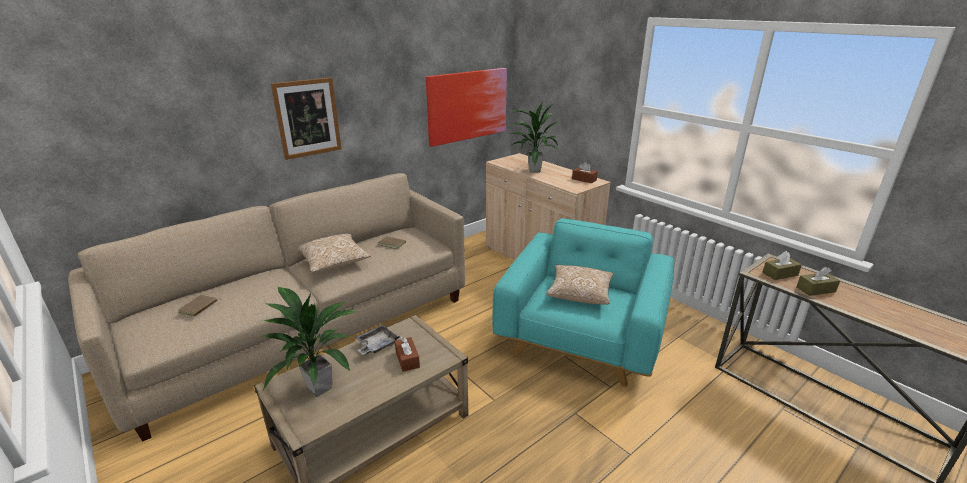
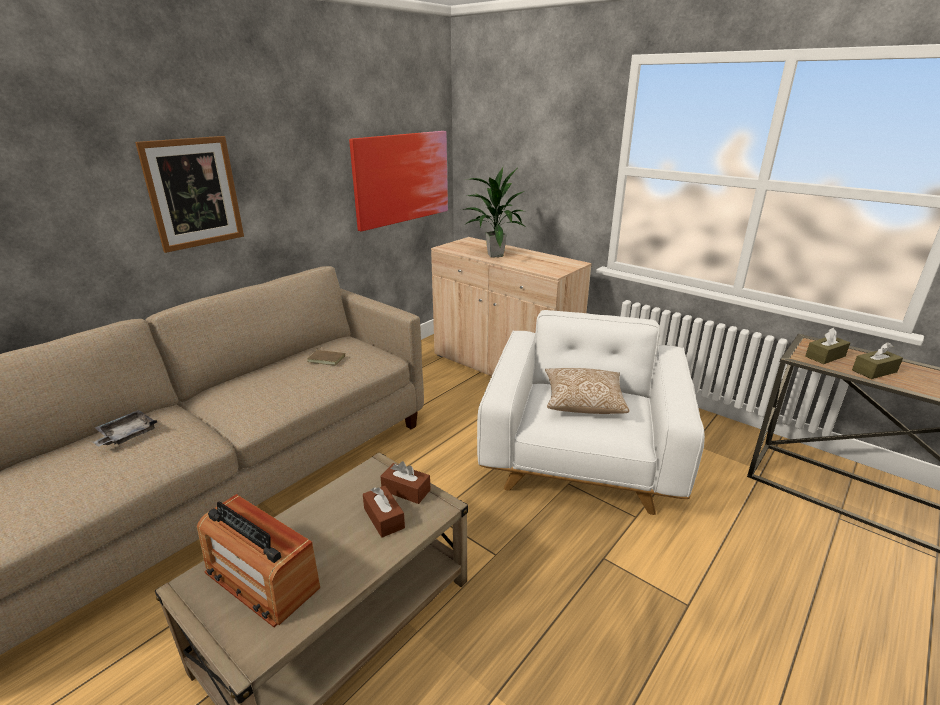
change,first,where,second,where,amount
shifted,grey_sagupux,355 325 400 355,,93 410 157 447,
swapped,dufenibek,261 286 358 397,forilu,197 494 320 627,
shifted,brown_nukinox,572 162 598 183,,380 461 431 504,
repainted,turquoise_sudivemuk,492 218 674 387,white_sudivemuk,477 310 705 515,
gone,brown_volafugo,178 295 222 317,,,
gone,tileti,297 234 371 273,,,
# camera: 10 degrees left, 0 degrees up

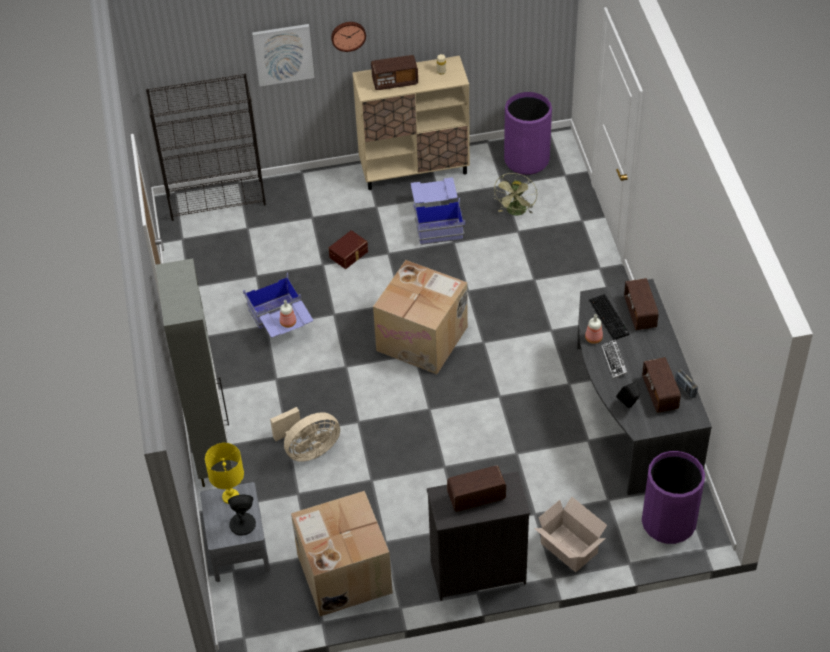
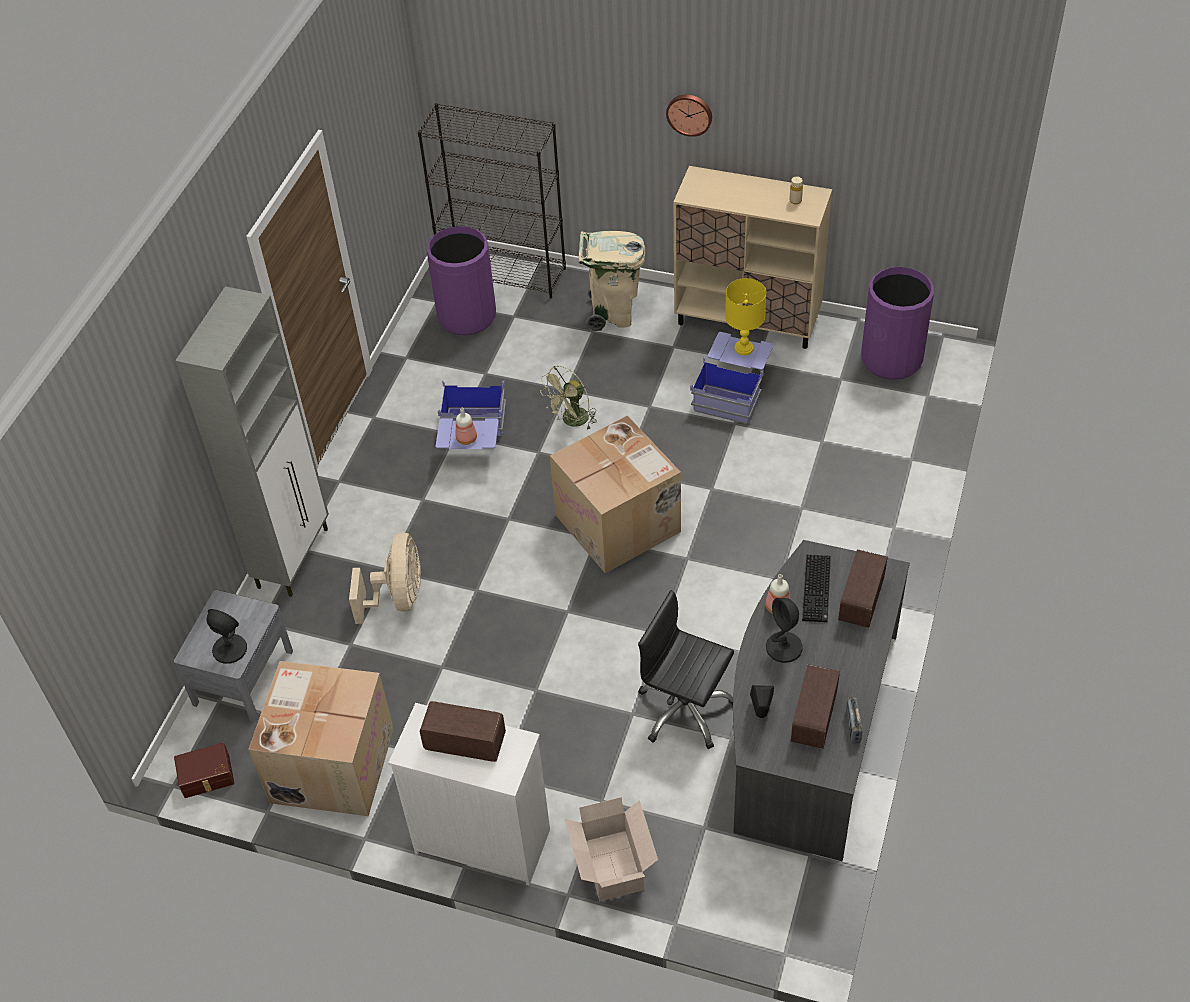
change,first,where,second,where,amount
shifted,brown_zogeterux,329 230 368 269,,174 743 235 798,
rotated,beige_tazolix,270 407 340 462,,349 533 421 624,90 degrees counterclockwise
repainted,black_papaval,427 471 530 601,white_papaval,388 703 550 885,
shifted,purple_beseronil,642 451 705 544,,427 226 496 336,
shifted,green_tazolix,493 173 537 215,,540 366 597 429,
new,,,beige_beseronil,579 231 645 331,
new,,,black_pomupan,638 590 734 749,
shifted,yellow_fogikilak,205 443 244 504,,725 278 766 355,
swapped,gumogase,601 340 628 379,black_fogikilak,766 598 803 663,
gone,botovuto,252 24 315 86,,,
gone,forilu,371 55 418 90,,,
# camera: 30 degrees right, 0 degrees up

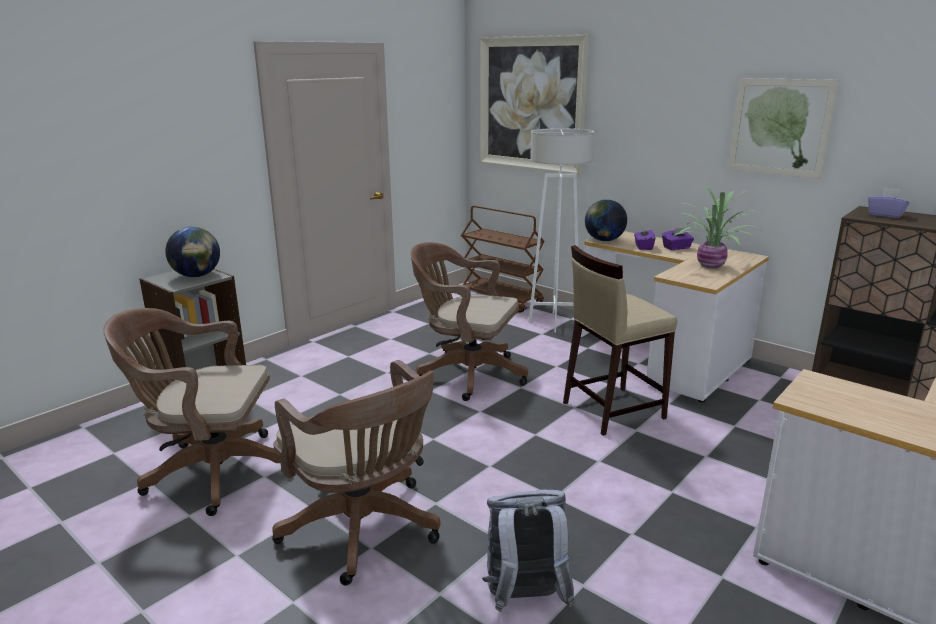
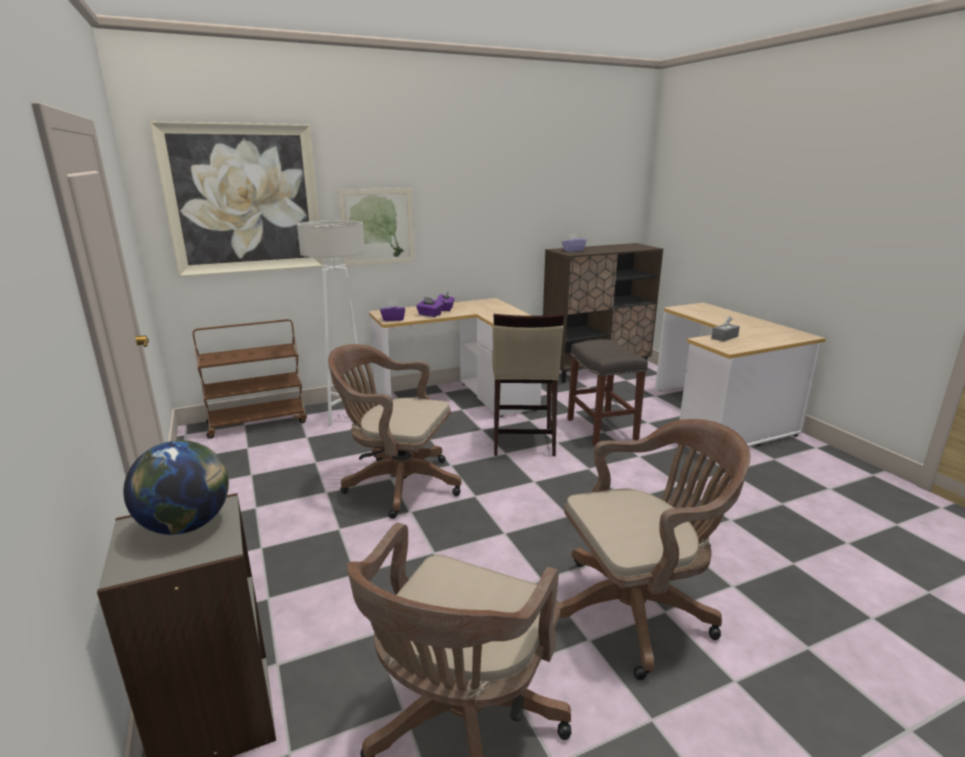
change,first,where,second,where,amount
rotated,brown_pomupan,411 242 528 401,,328 344 462 519,60 degrees clockwise
shifted,botovuto,728 78 839 179,,338 188 415 267,
swapped,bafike,585 199 627 241,purple_nukinox,380 300 405 321,
new,,,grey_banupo,567 339 648 446,
new,,,grey_nukinox,711 316 740 342,
gone,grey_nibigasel,482 490 576 612,,,
gone,dufenibek,674 186 758 268,,,
# camera: 65 degrees left, 0 degrees up

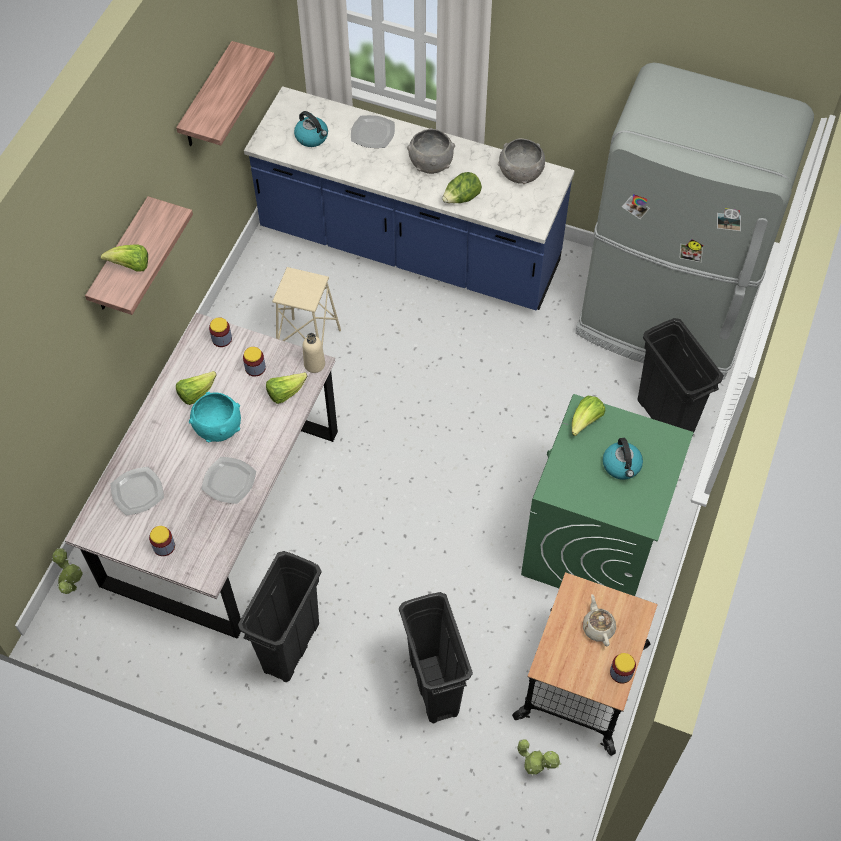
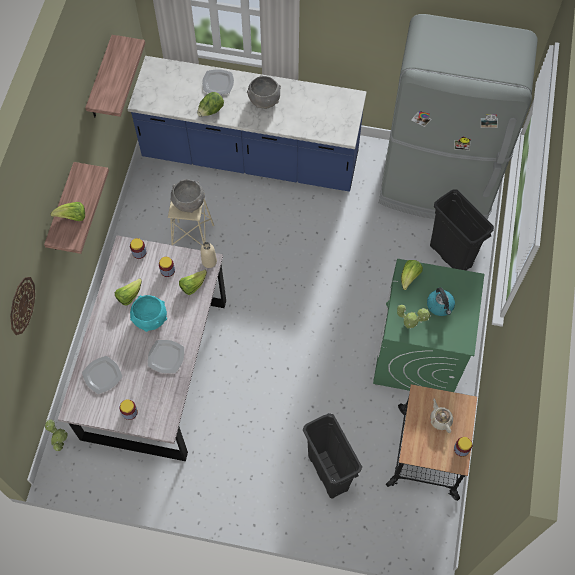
change,first,where,second,where,amount
new,,,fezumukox,10 277 35 335,
shifted,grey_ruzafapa,498 138 545 184,,170 180 205 213,
shifted,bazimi,442 172 482 203,,197 92 224 116,
shifted,dufenibek,518 740 561 775,,397 305 431 329,
gone,black_beseronil,238 551 322 682,,,
gone,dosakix,294 111 328 147,,,
# camera: 10 degrees left, 5 degrees up

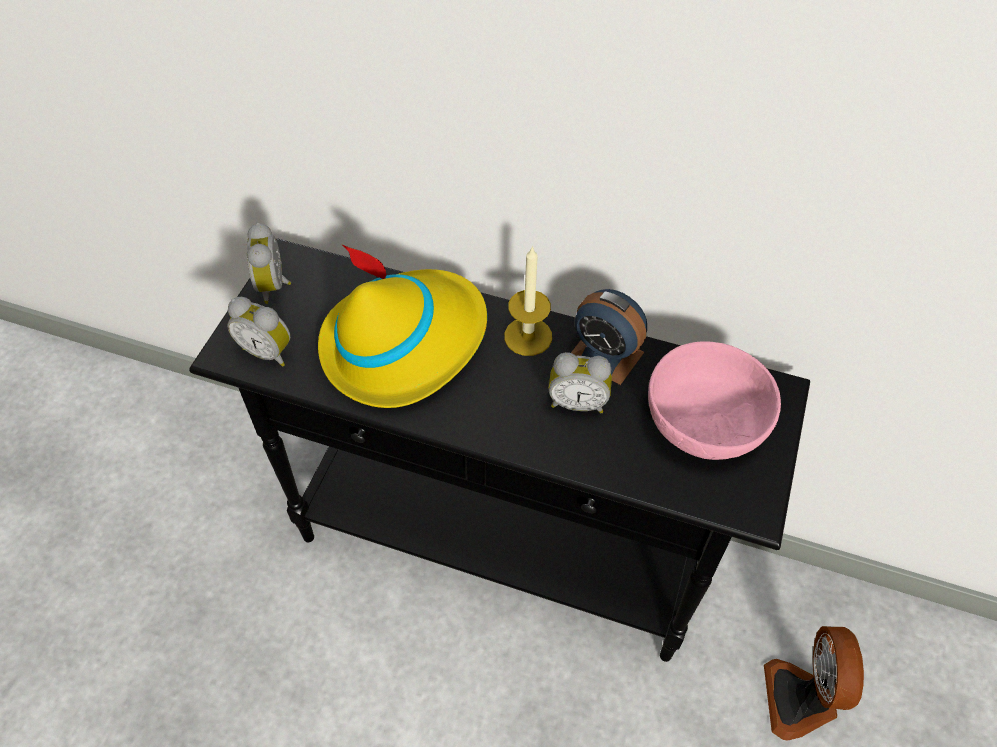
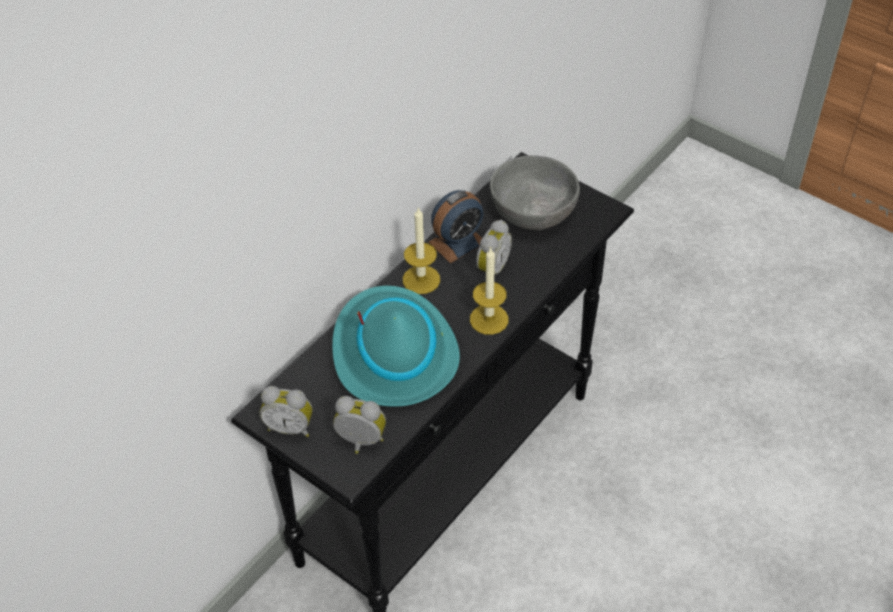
change,first,where,second,where,amount
repainted,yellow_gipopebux,318 244 487 408,turquoise_gipopebux,332 286 460 407,
rotated,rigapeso,228 297 290 366,,333 396 386 454,120 degrees counterclockwise
new,,,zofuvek,470 247 509 335,
repainted,pink_ruzafapa,648 341 781 460,grey_ruzafapa,490 155 580 230,
gone,tazolix,764 626 864 741,,,
# camera: 70 degrees left, 5 degrees down

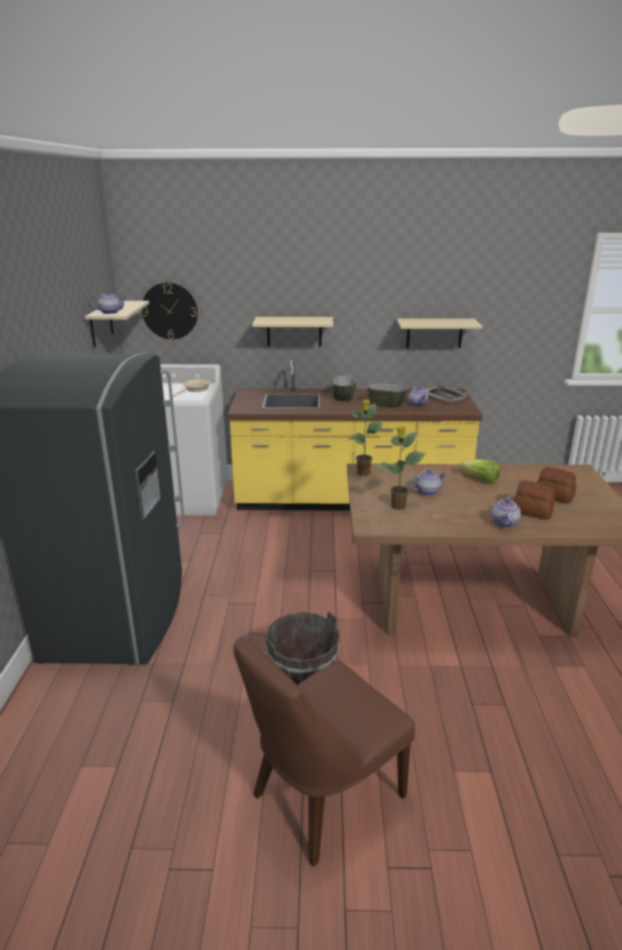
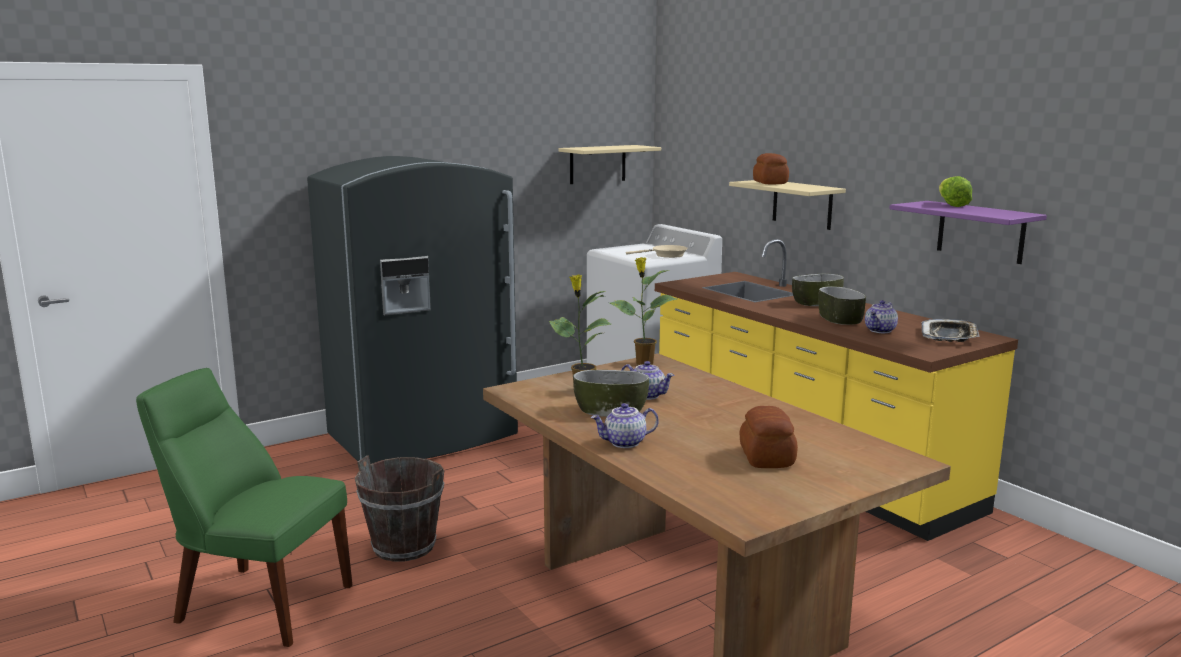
change,first,where,second,where,amount
repainted,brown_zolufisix,234 637 415 867,green_zolufisix,136 368 352 647,
new,,,ruzafapa,573 370 649 417,
shifted,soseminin,513 481 555 520,,753 153 789 184,
repainted,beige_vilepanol,397 318 483 348,purple_vilepanol,889 201 1047 264,
shifted,bazimi,460 459 500 483,,939 176 972 207,
gone,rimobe,90 291 126 314,,,
gone,fezumukox,141 282 198 339,,,
# camera: 55 degrees right, 10 degrees down

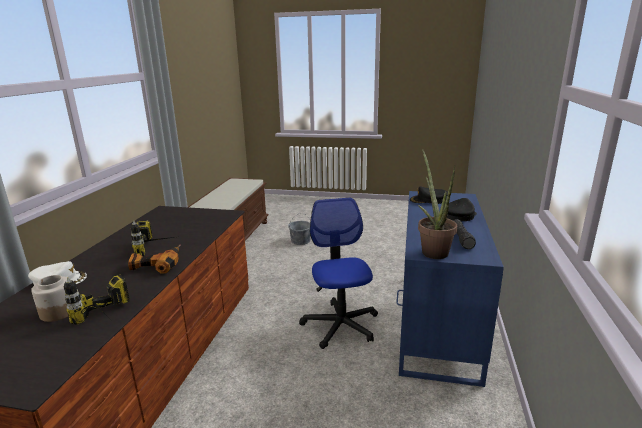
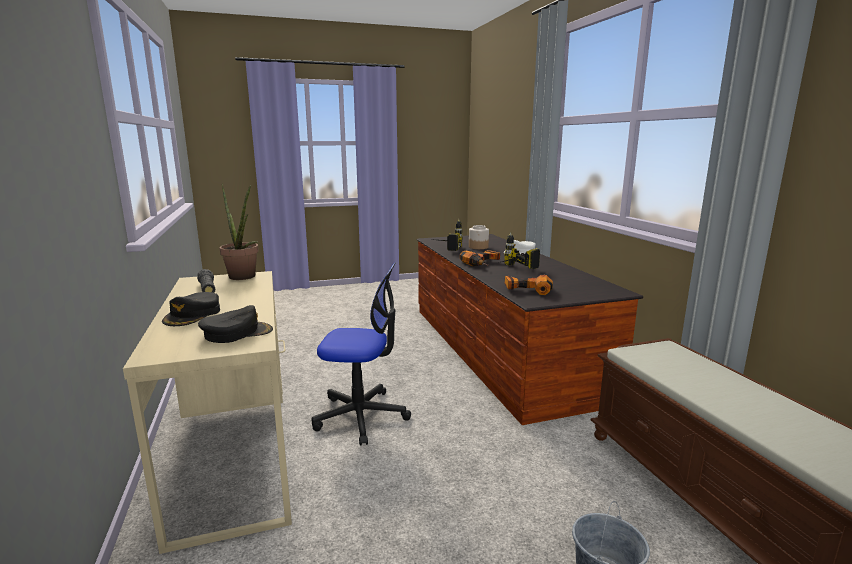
change,first,where,second,where,amount
repainted,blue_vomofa,396 191 504 387,beige_vomofa,123 271 292 554,
rotated,pomupan,299 198 378 349,,311 262 411 446,45 degrees counterclockwise
new,,,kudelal,505 275 553 295,
# camera: 150 degrees right, 5 degrees down

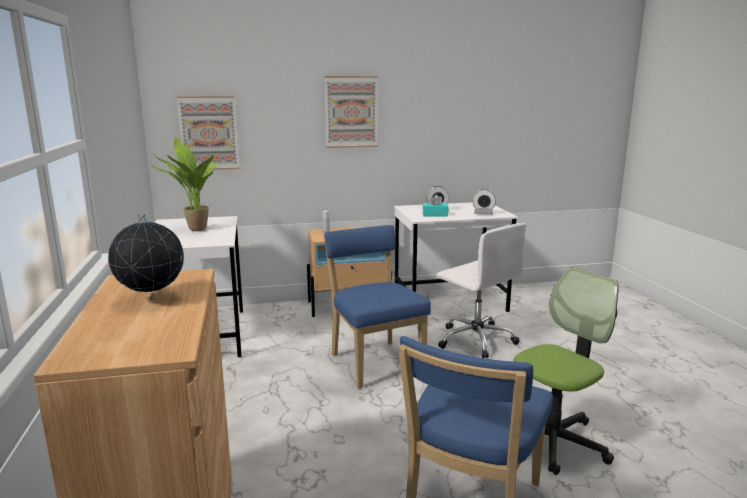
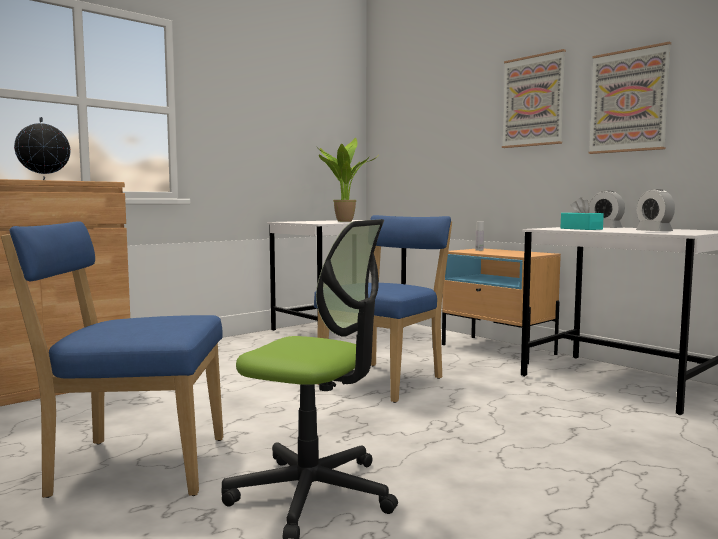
change,first,where,second,where,amount
shifted,botovuto,177 96 239 170,,588 42 671 154,
gone,white_pomupan,436 223 526 359,,,
# camera: 60 degrees right, 10 degrees down

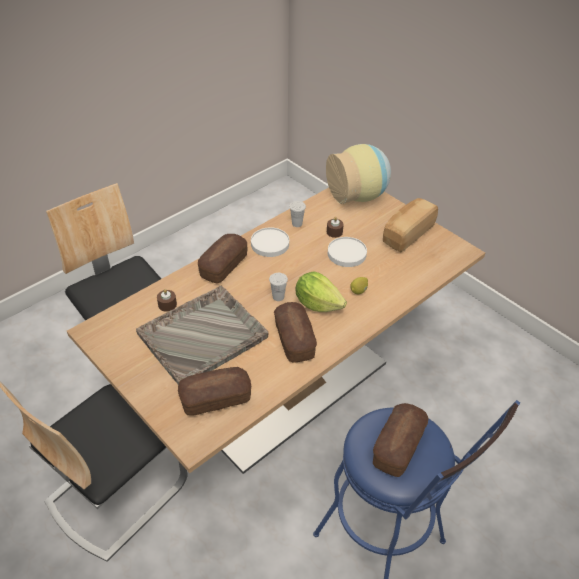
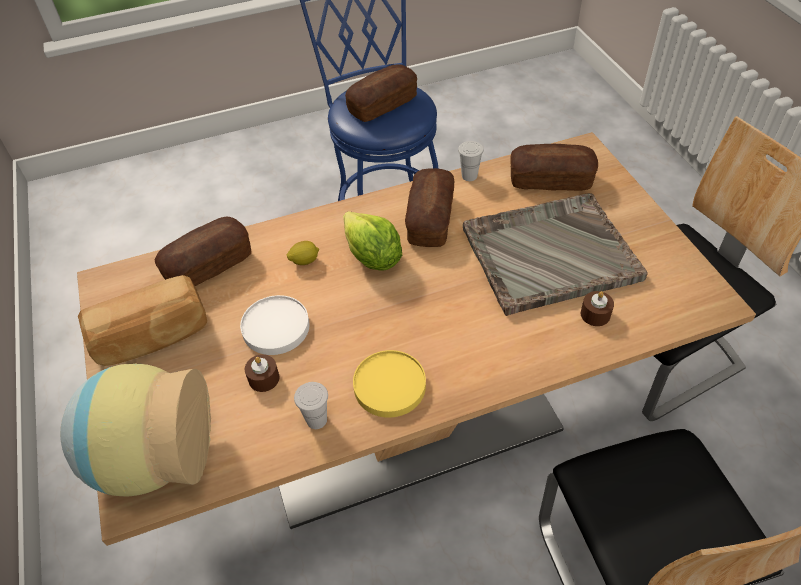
change,first,where,second,where,amount
shifted,soseminin,198 234 248 284,,155 217 251 286,
repainted,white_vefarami,251 227 289 257,yellow_vefarami,353 350 426 418,
shifted,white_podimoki,269 273 288 301,,458 141 484 181,
# camera: 155 degrees left, 5 degrees up

